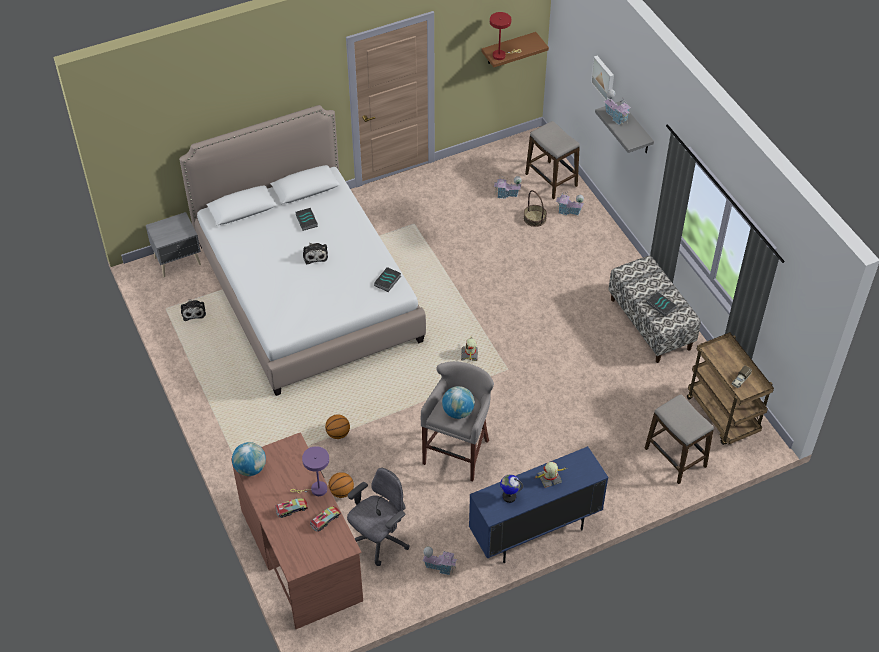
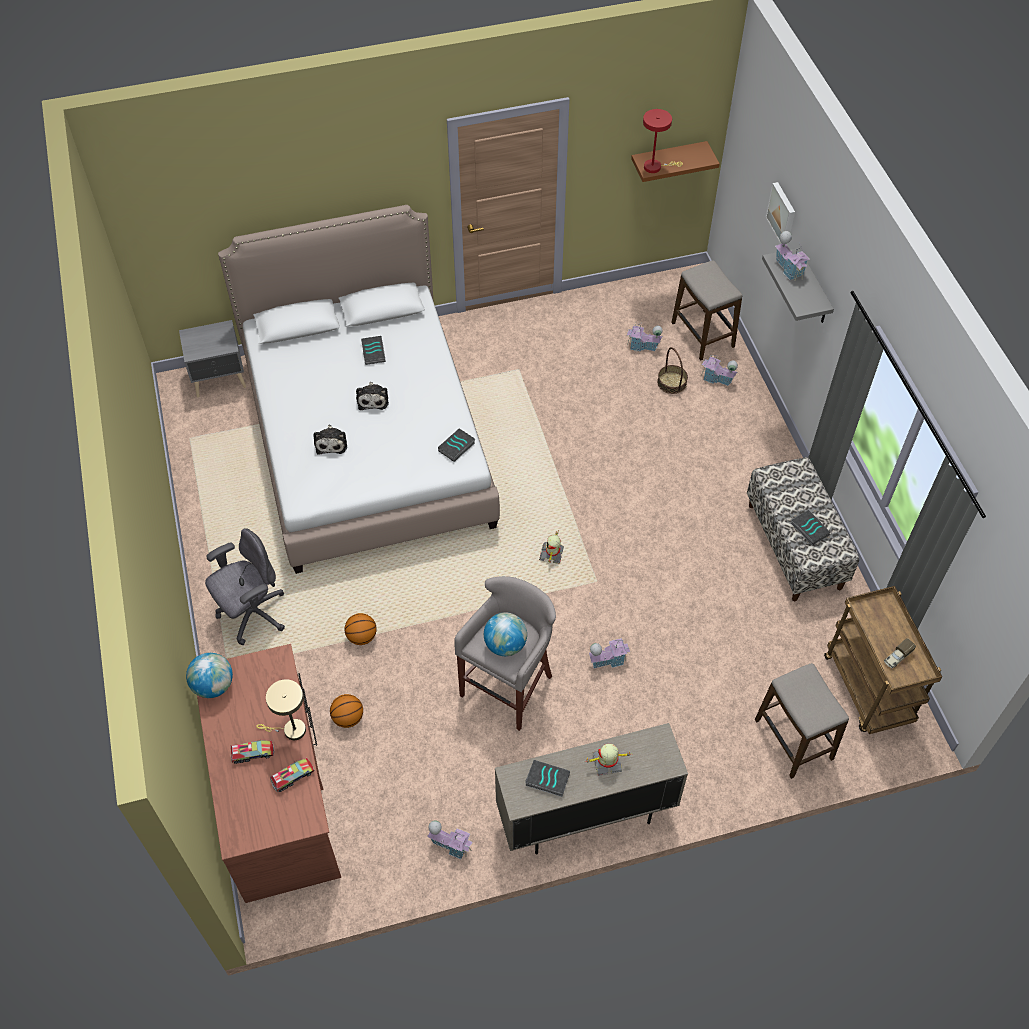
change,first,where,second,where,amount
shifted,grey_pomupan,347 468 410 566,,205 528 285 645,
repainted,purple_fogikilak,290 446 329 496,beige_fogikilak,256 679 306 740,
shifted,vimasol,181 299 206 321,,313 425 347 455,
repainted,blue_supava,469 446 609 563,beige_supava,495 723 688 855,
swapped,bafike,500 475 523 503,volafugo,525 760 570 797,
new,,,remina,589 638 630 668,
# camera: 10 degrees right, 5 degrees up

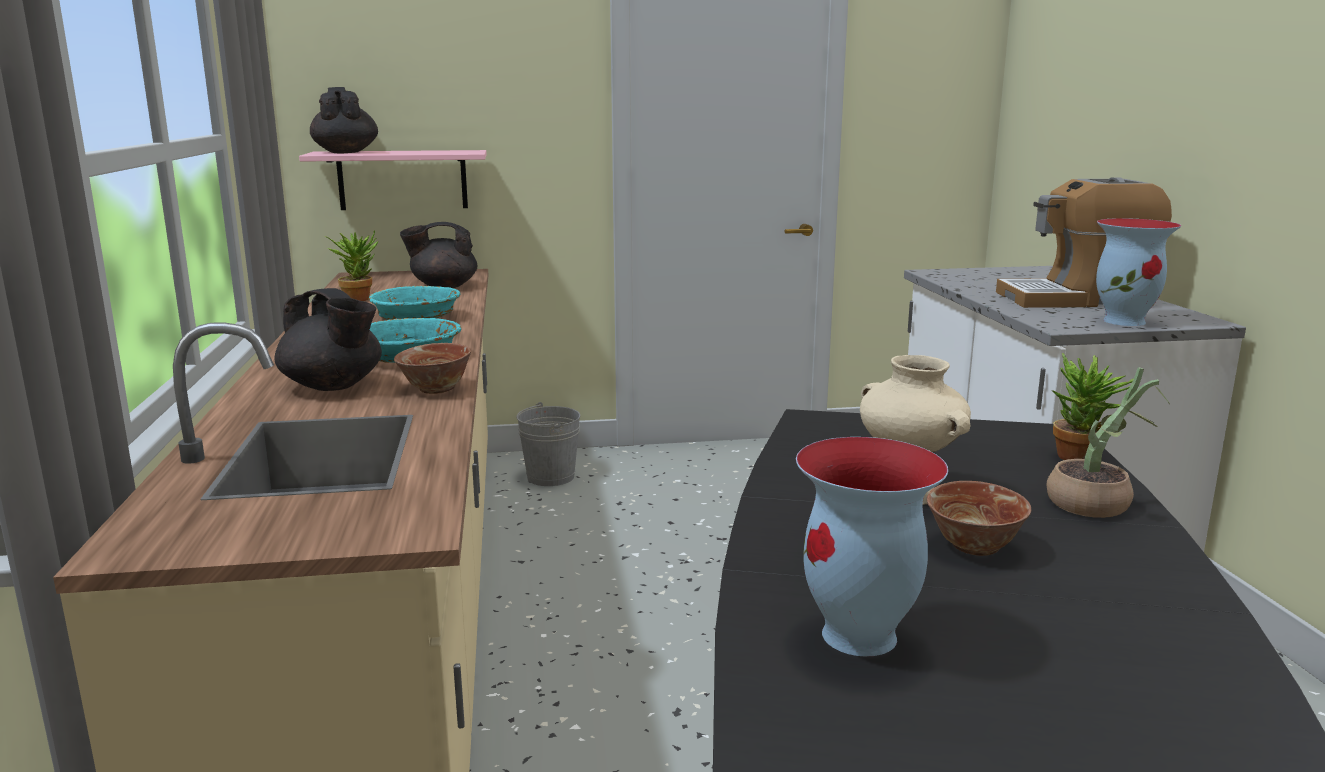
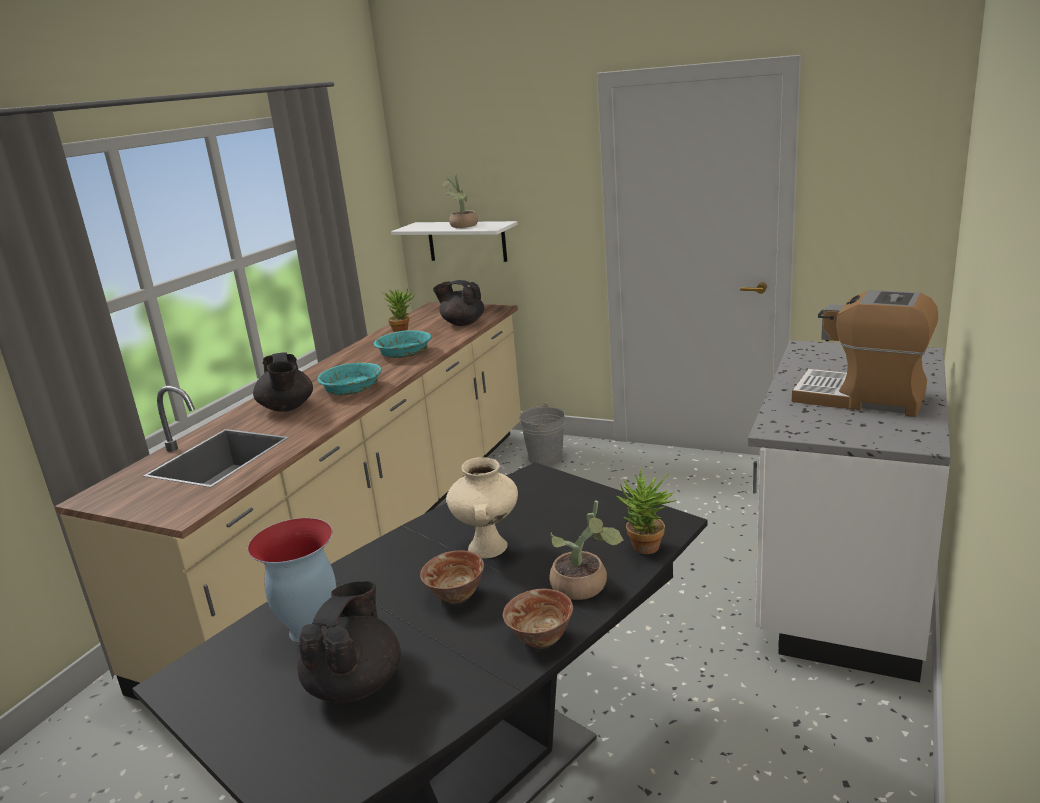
change,first,where,second,where,amount
shifted,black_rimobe,310 87 378 153,,297 581 401 703,
repainted,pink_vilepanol,299 150 487 210,white_vilepanol,391 221 518 262,
new,,,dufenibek,442 175 478 228,
shifted,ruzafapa,394 343 471 394,,503 589 573 649,
gone,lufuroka,1096 218 1181 326,,,
# camera: 35 degrees right, 5 degrees up

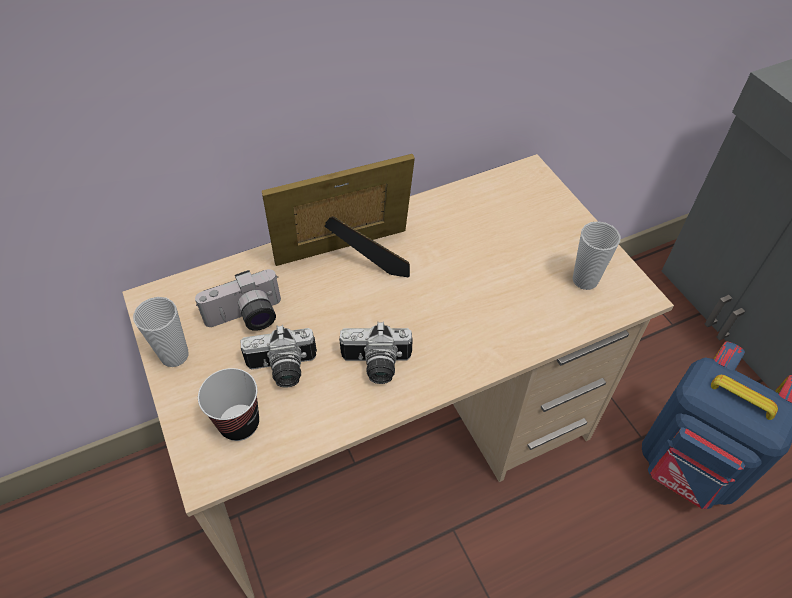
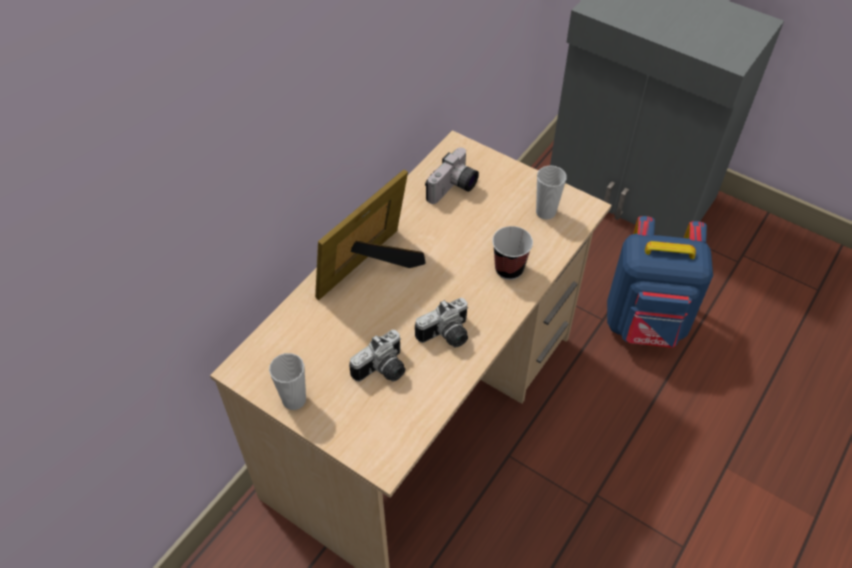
change,first,where,second,where,amount
shifted,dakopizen,195 269 281 331,,425 147 479 204,
shifted,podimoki,198 368 259 441,,492 226 533 280,
# camera: 30 degrees left, 0 degrees up

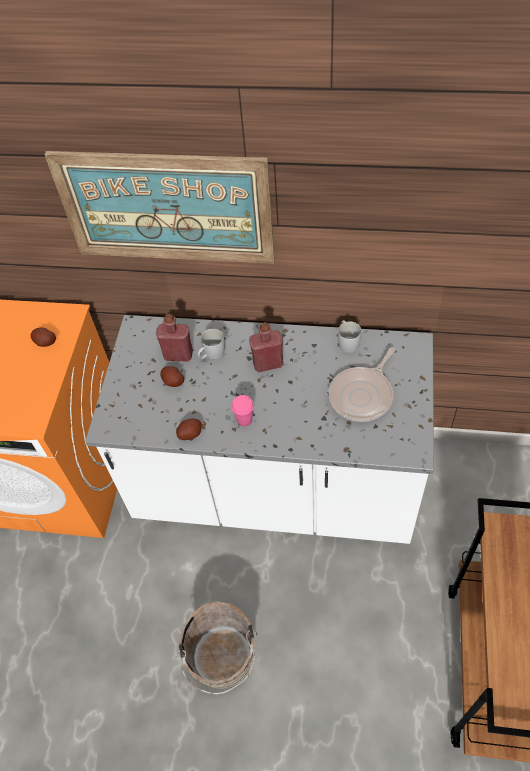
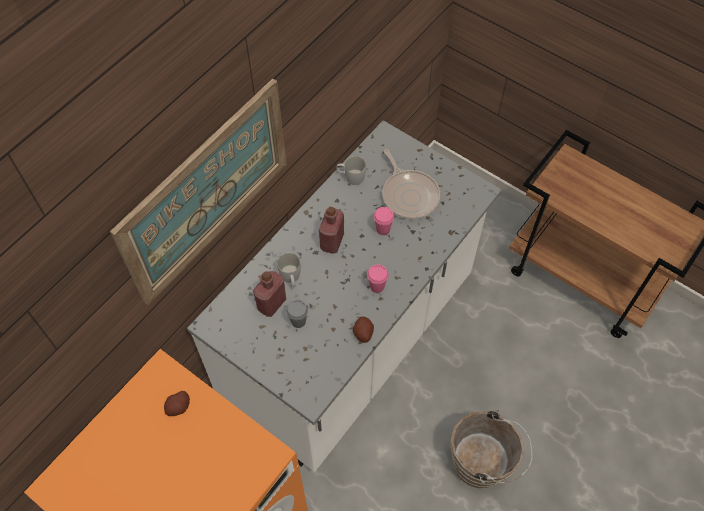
change,first,where,second,where,amount
swapped,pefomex,161 366 184 387,grey_podimoki,286 300 308 328,
new,,,pink_podimoki,374 207 394 235,
# camera: 65 degrees left, 5 degrees up

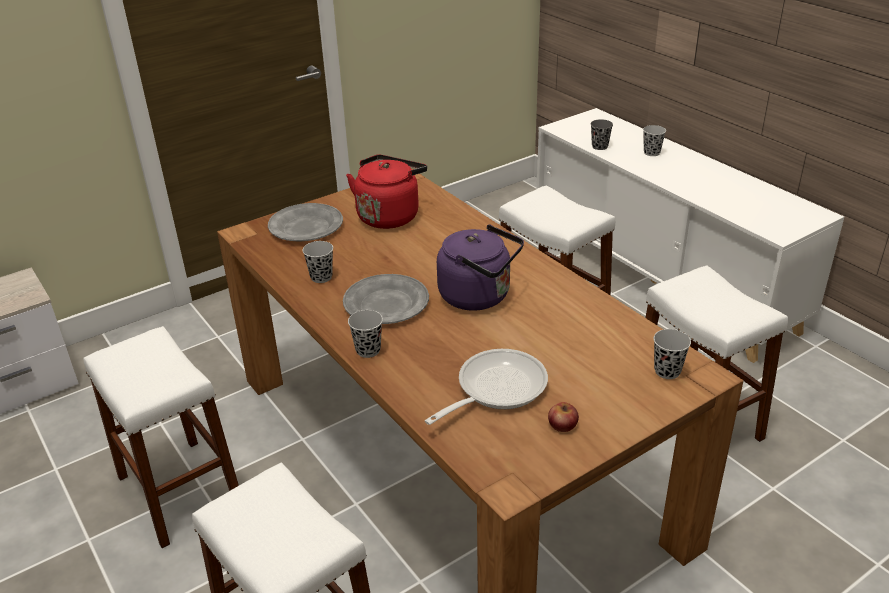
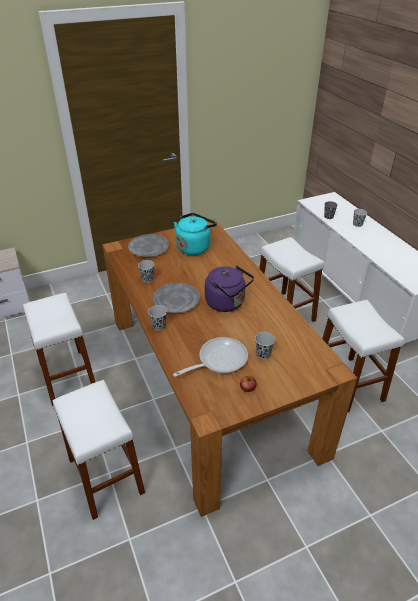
change,first,where,second,where,amount
repainted,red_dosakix,346 155 427 229,turquoise_dosakix,174 213 217 255,
shifted,black_podimoki,654 329 691 379,,255 332 275 359,
# camera: 10 degrees right, 5 degrees up

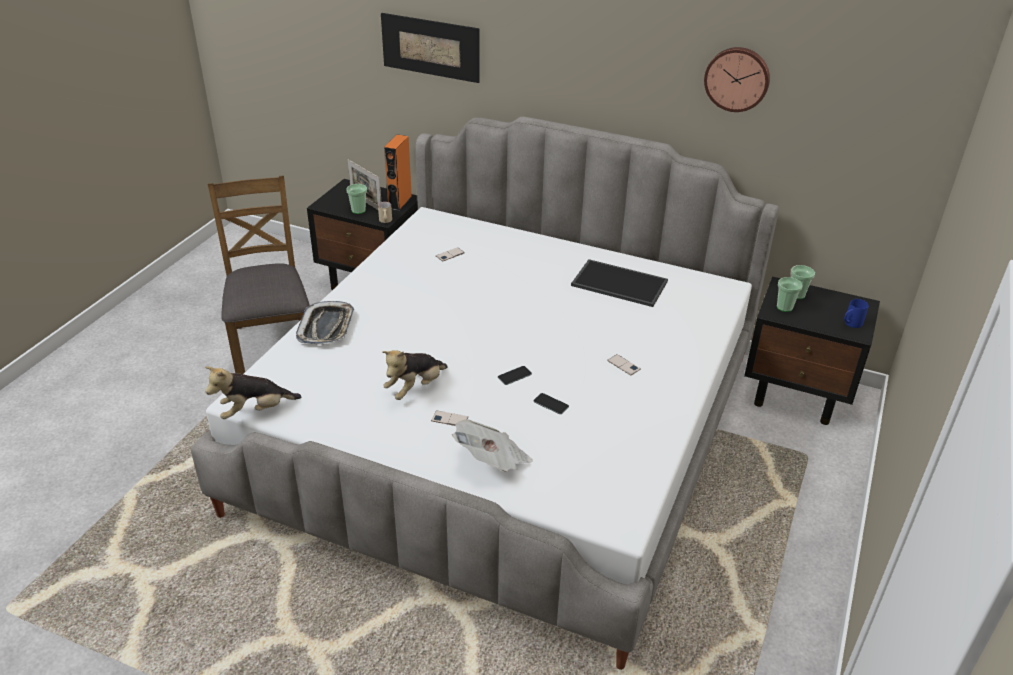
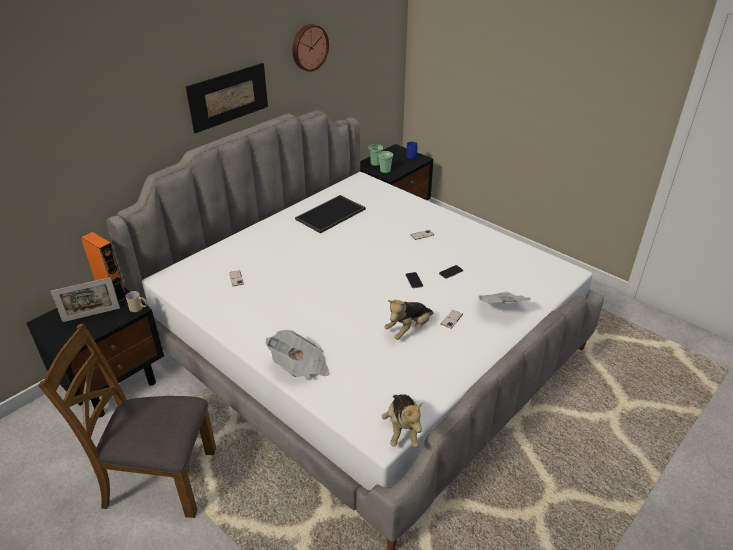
change,first,where,second,where,amount
shifted,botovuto,381 13 480 83,,186 63 268 133,
swapped,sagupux,296 301 354 345,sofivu,266 330 330 378,
rotated,vimasol,382 350 448 400,,384 300 433 340,75 degrees clockwise
gone,podimoki,346 184 367 214,,,
# camera: 70 degrees left, 0 degrees up

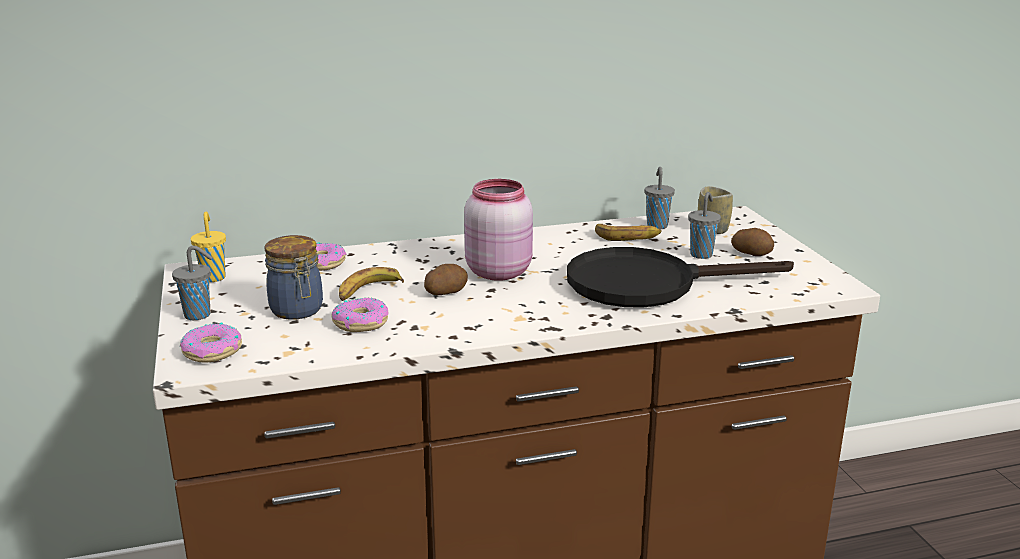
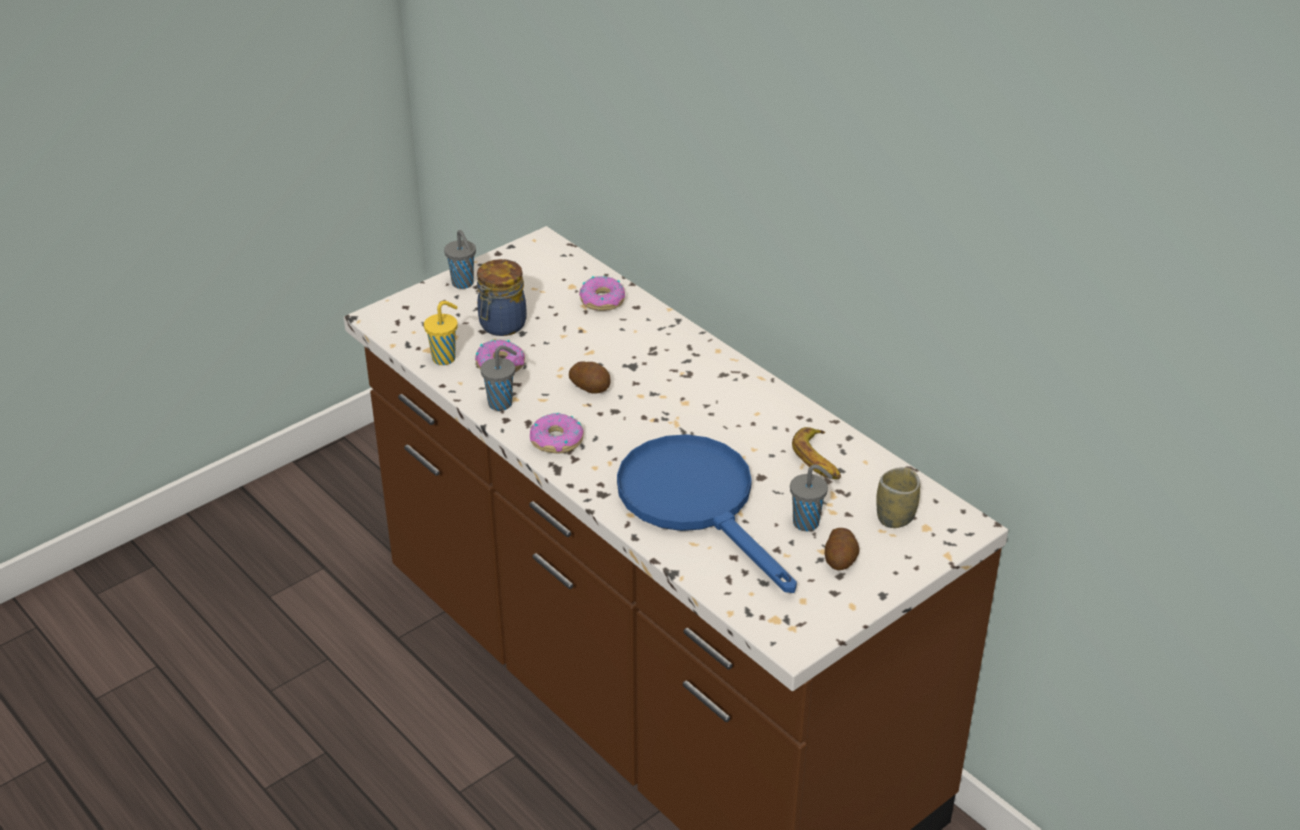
change,first,where,second,where,amount
shifted,yellow_podimoki,191 212 226 282,,424 301 458 365,
shifted,grey_podimoki,645 167 675 229,,480 346 517 411,
shifted,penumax,180 323 242 362,,530 413 584 453,
repainted,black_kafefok,567 247 794 307,blue_kafefok,617 434 797 593,
gone,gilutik,339 267 404 301,,,
gone,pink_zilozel,464 179 533 281,,,
# camera: 65 degrees right, 15 degrees up

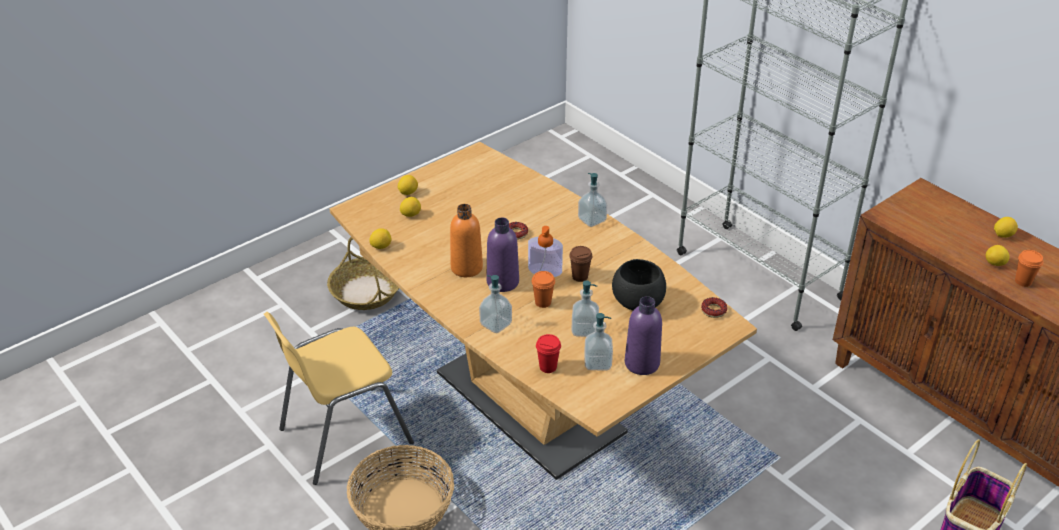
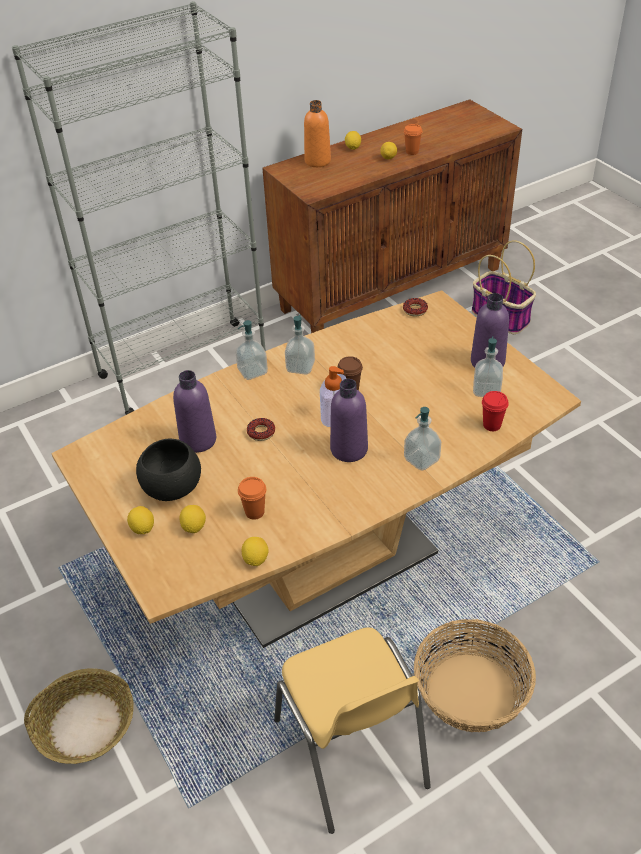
change,first,where,second,where,amount
shifted,black_ruzafapa,612 259 666 310,,136 439 201 501,
new,,,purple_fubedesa,173 370 216 453,
shifted,orange_podimoki,532 271 555 308,,238 477 266 520,
shifted,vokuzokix,571 280 599 337,,285 315 315 375,
shifted,orange_fubedesa,450 204 483 277,,304 100 331 167,
# camera: 80 degrees left, 5 degrees up

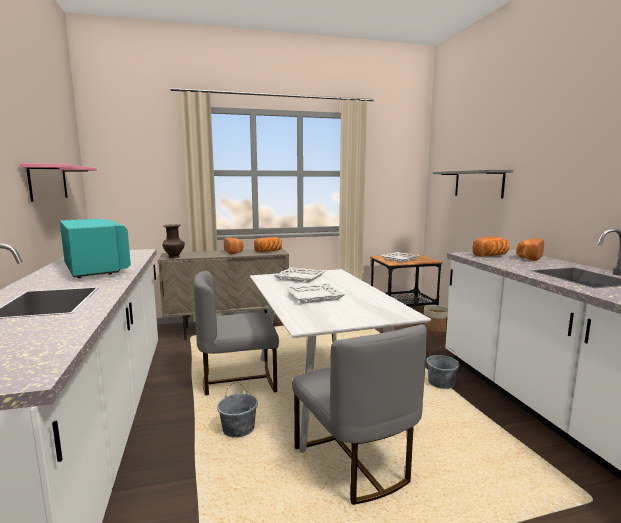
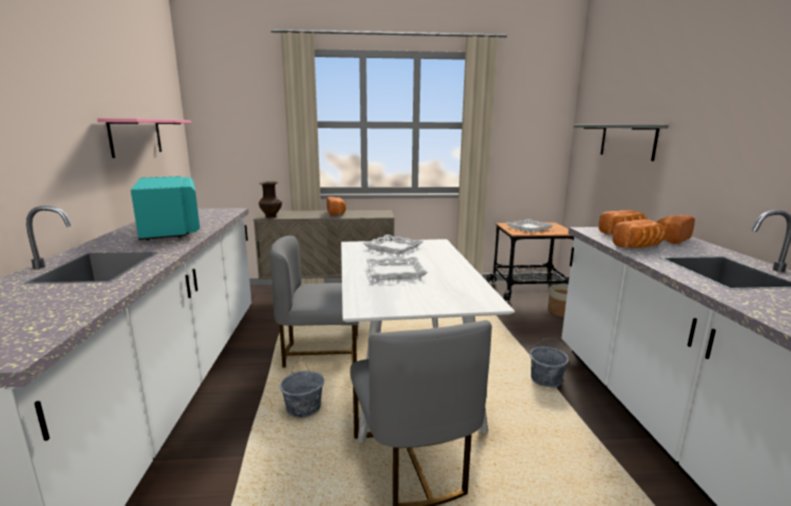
change,first,where,second,where,amount
shifted,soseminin,254 237 282 252,,612 219 665 248,
# camera: 10 degrees right, 5 degrees up

